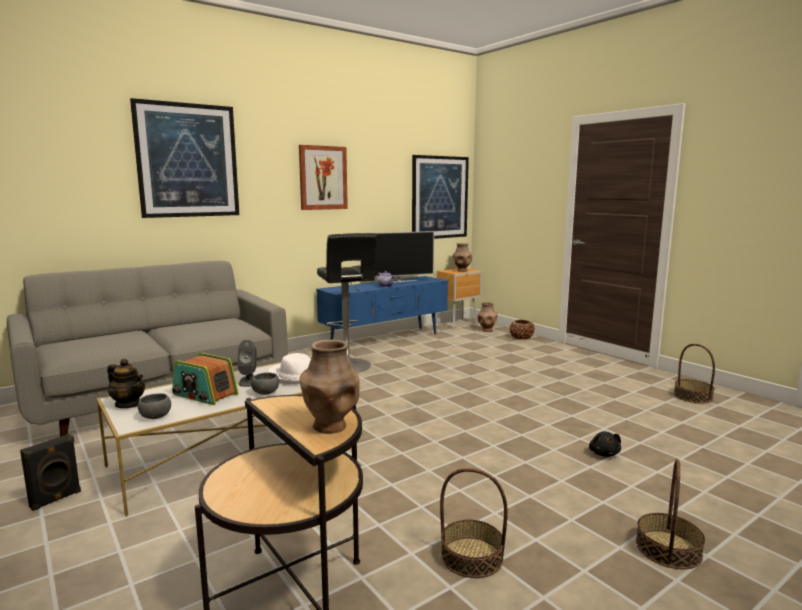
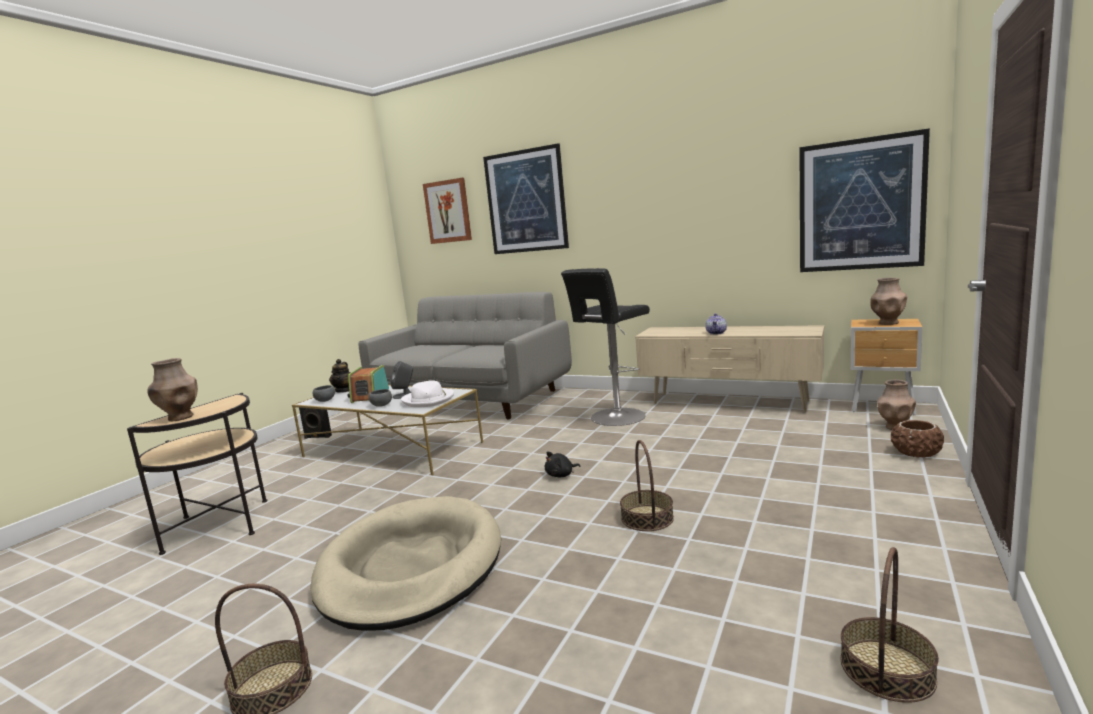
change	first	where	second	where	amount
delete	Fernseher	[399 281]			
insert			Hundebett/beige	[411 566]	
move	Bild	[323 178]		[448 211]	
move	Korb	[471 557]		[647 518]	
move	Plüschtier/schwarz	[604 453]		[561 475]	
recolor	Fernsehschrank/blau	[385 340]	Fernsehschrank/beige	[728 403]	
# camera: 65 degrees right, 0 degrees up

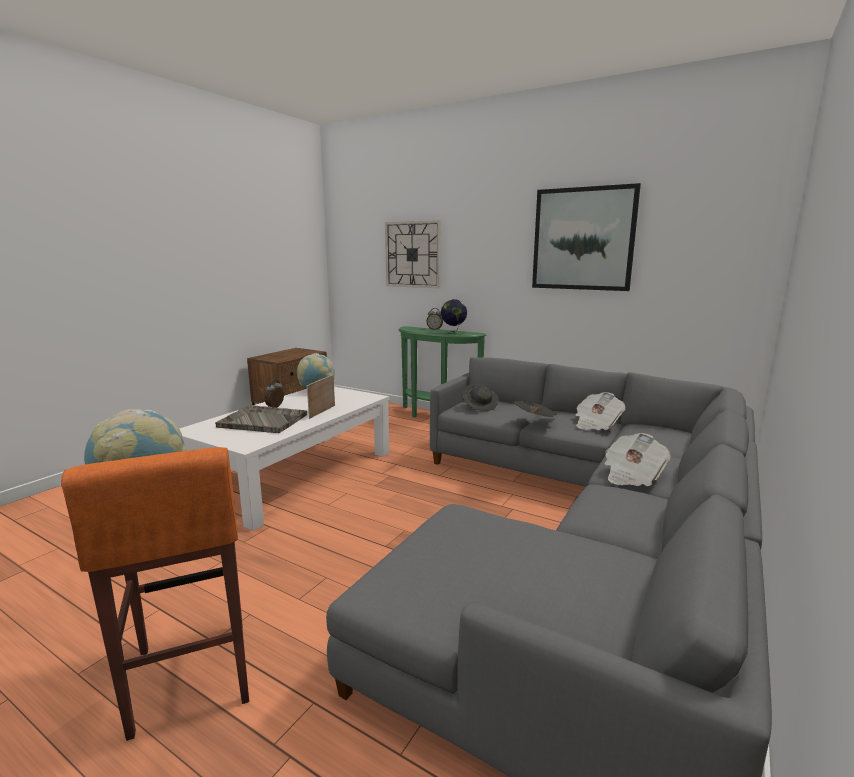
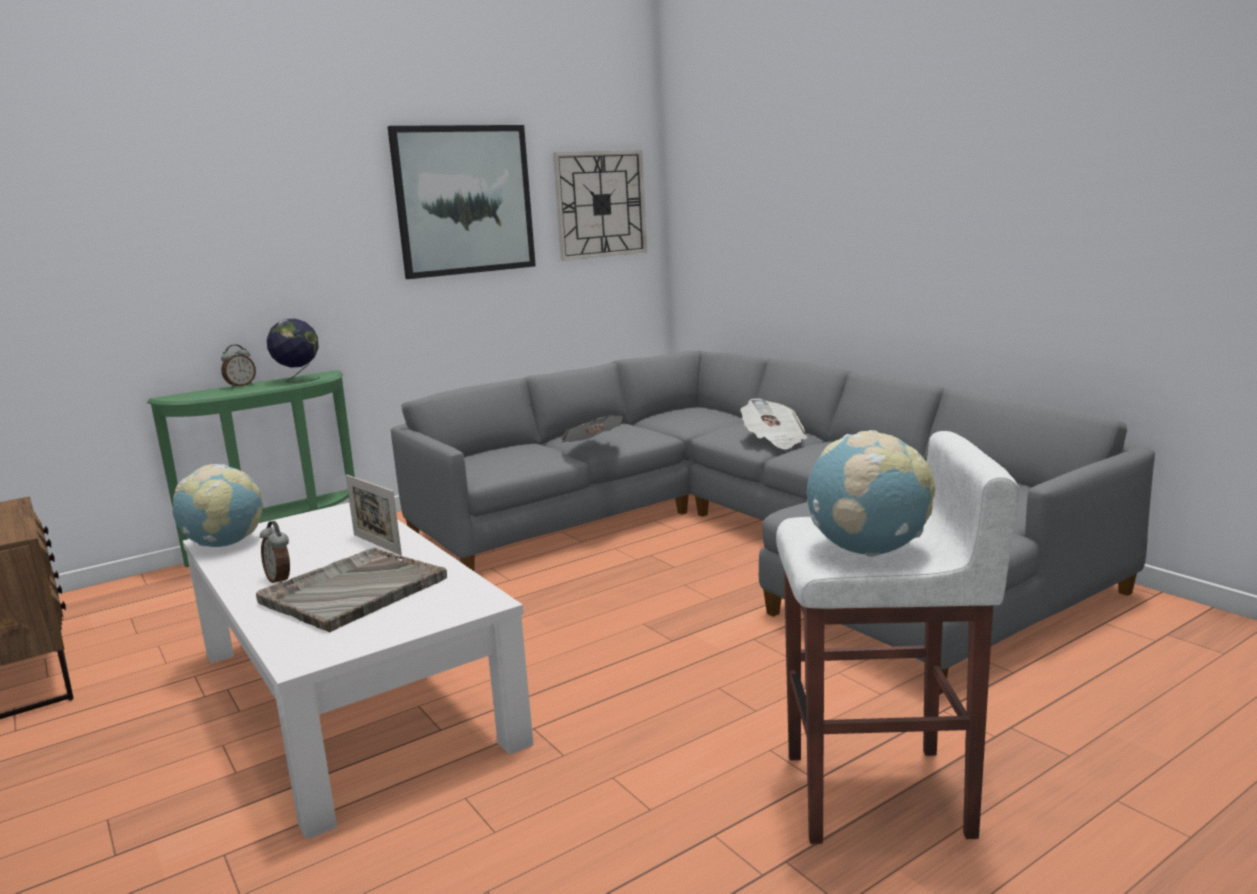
change	first	where	second	where	amount
delete	Hut/grau	[480 406]			
delete	Zeitung	[596 424]			
move	Wanduhr	[412 254]		[600 204]	
recolor	Hocker/orange	[190 677]	Hocker/weiß	[880 795]	
# camera: 65 degrees left, 0 degrees up

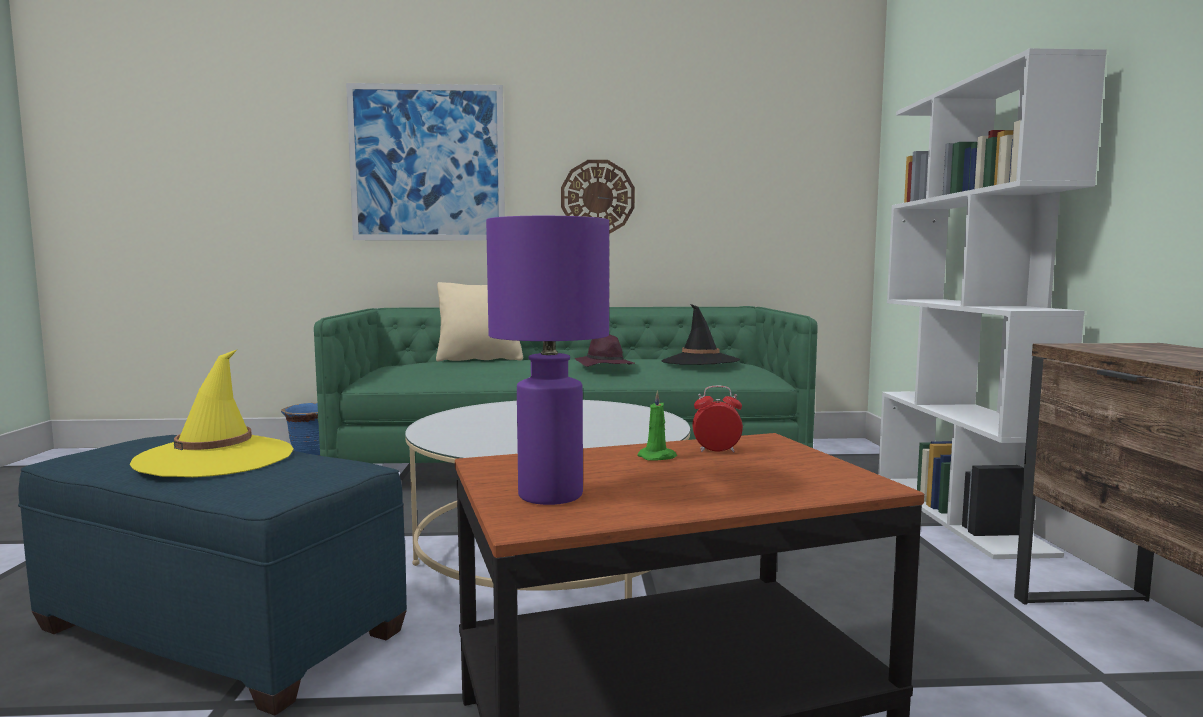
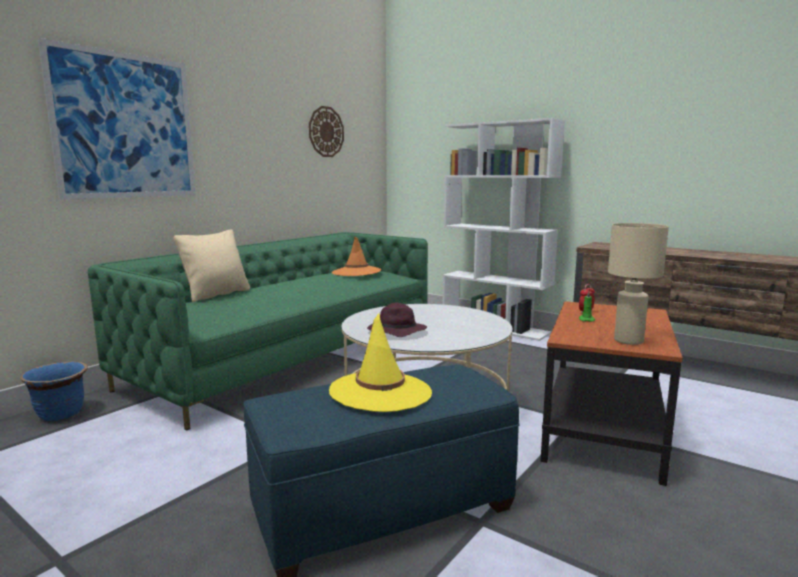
change	first	where	second	where	amount
move	Wanduhr	[597 197]		[326 132]	
move	Hut/lila	[604 366]		[395 332]	
recolor	Tischlampe/lila	[552 496]	Tischlampe/beige	[629 341]	
recolor	Hut/schwarz	[700 362]	Hut/orange	[356 272]	
# camera: 50 degrees left, 5 degrees up

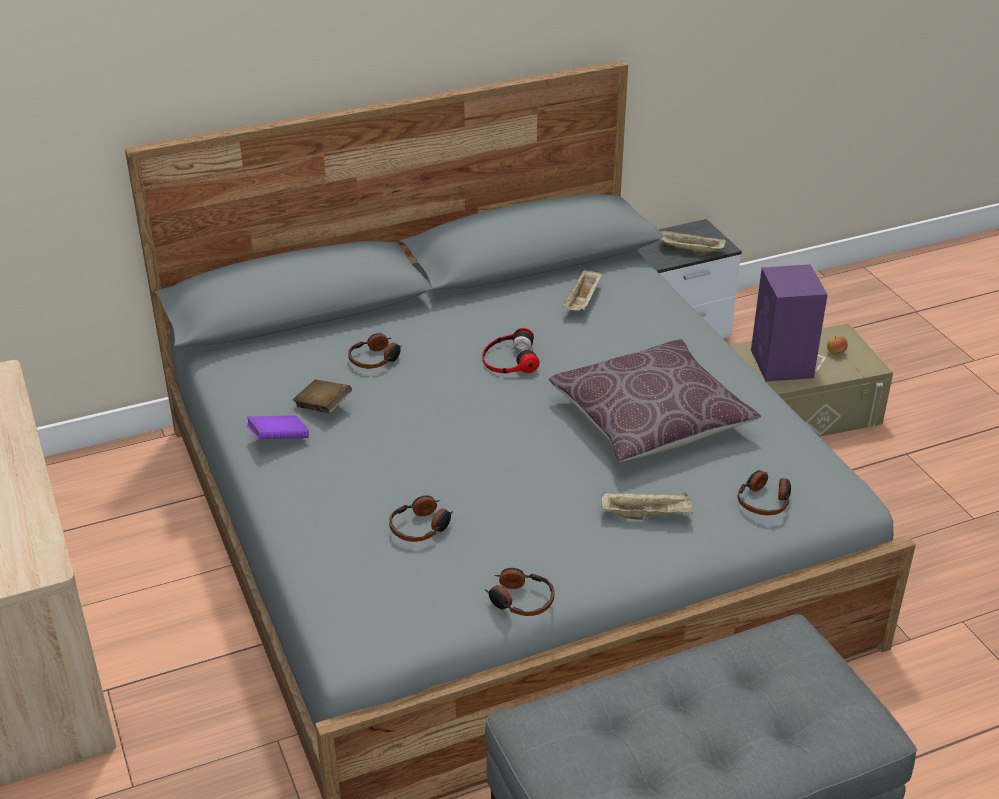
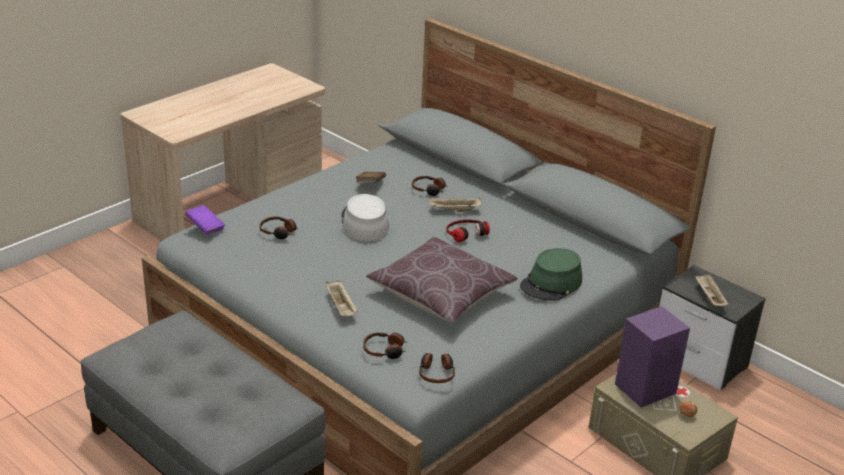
change	first	where	second	where	amount
insert			Hut/grau	[364 223]	
insert			Hut/grün	[551 284]	
move	Buch/lila	[279 439]		[205 228]	
move	Kopfhörer	[520 600]		[436 373]	
move	Tablett/beige	[582 302]		[454 210]	
# camera: 65 degrees right, 5 degrees down

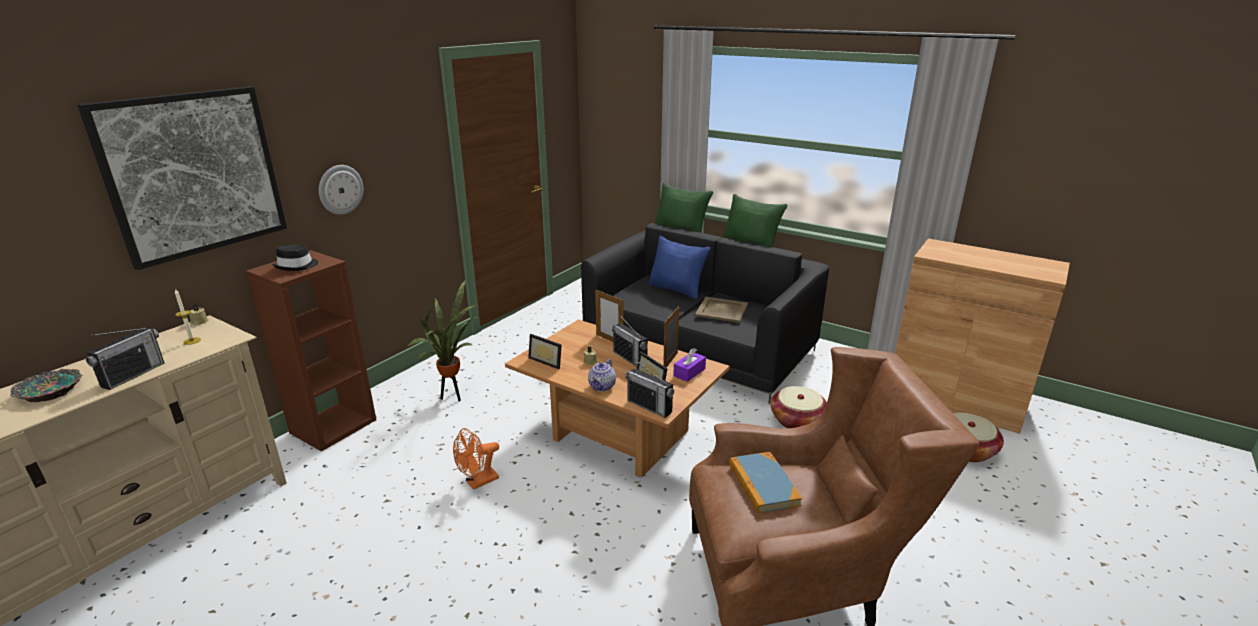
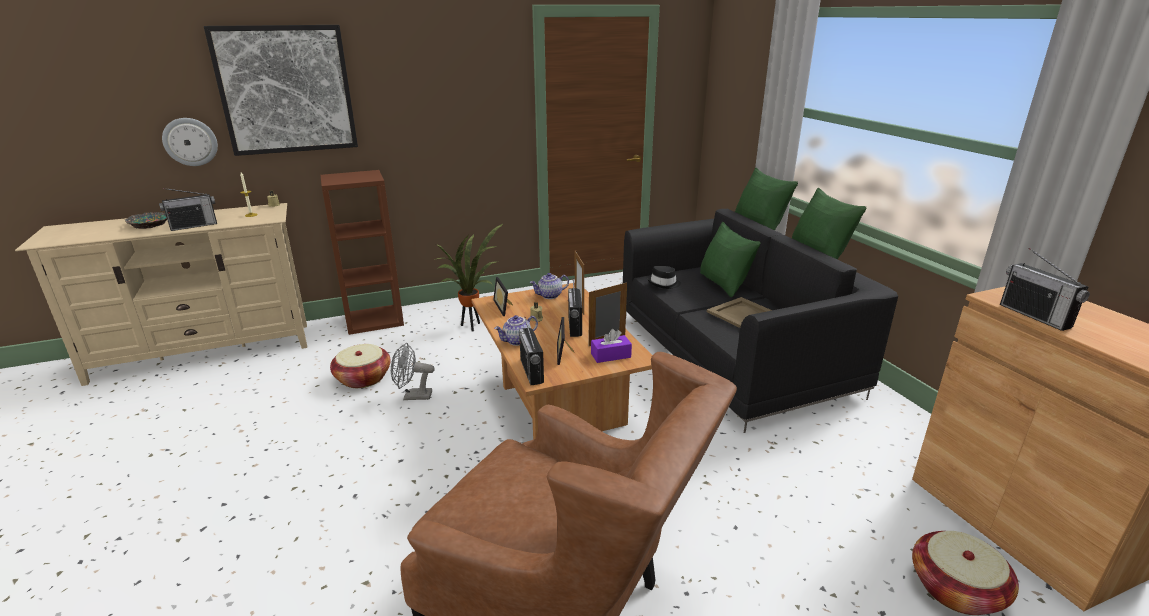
change	first	where	second	where	amount
delete	Buch	[763 484]			
insert			Teekanne	[549 296]	
insert			Radio	[1035 316]	
move	Hut/schwarz	[297 266]		[664 284]	
move	Wanduhr	[340 189]		[190 142]	
move	Korb	[797 421]		[363 378]	
recolor	Ventilator/orange	[478 482]	Ventilator/grau	[413 396]	
recolor	Kissen/blau	[677 289]	Kissen/grün	[724 284]	
# camera: 35 degrees right, 0 degrees up

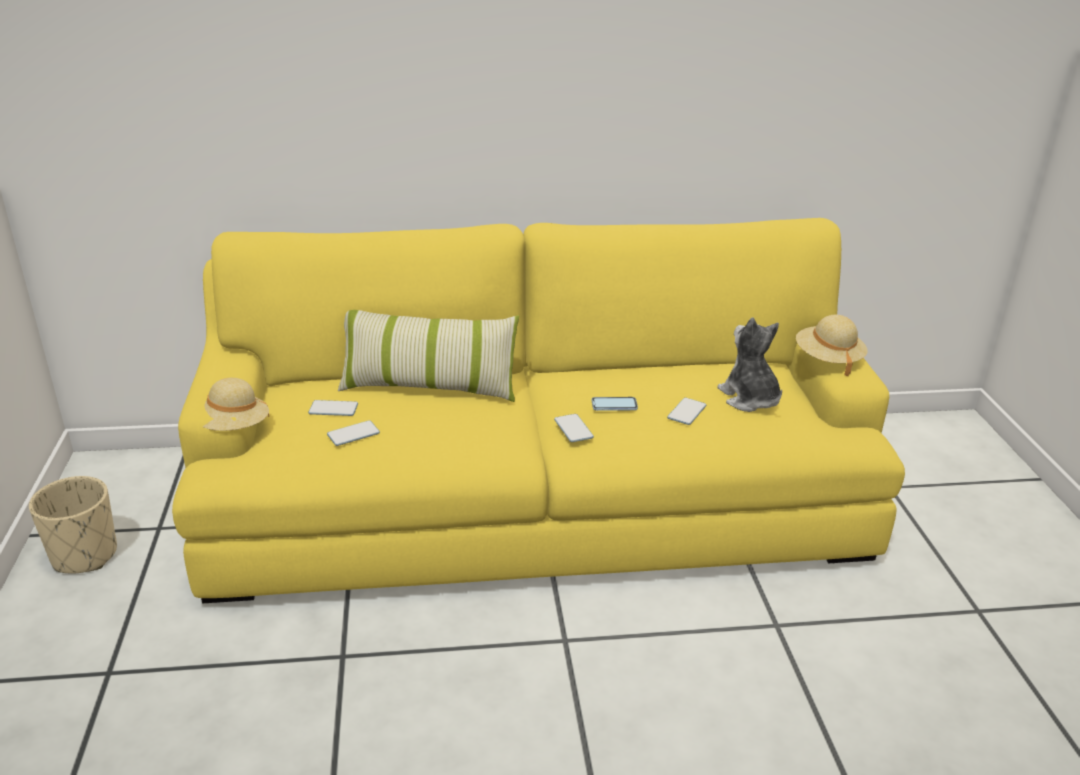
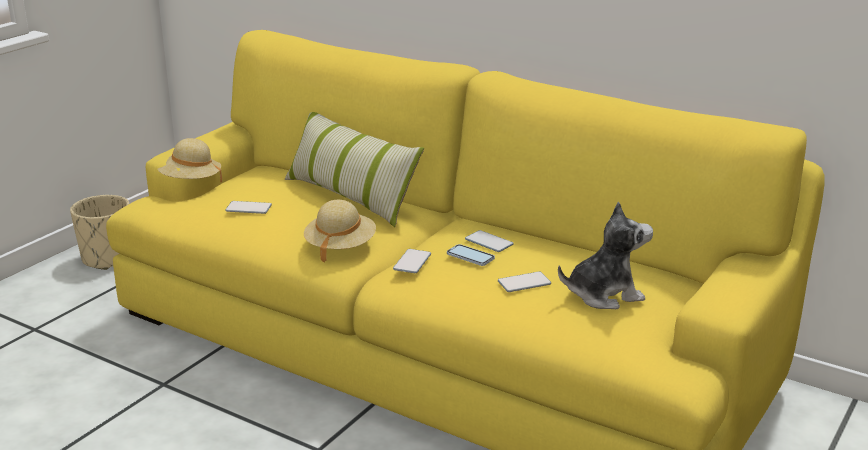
change	first	where	second	where	amount
move	Handy	[333 409]		[489 242]	
move	Hut/beige	[828 359]		[340 247]	
rotate	Plüschtier	[749 399]		[604 295]	60 degrees clockwise
# camera: 40 degrees right, 5 degrees down

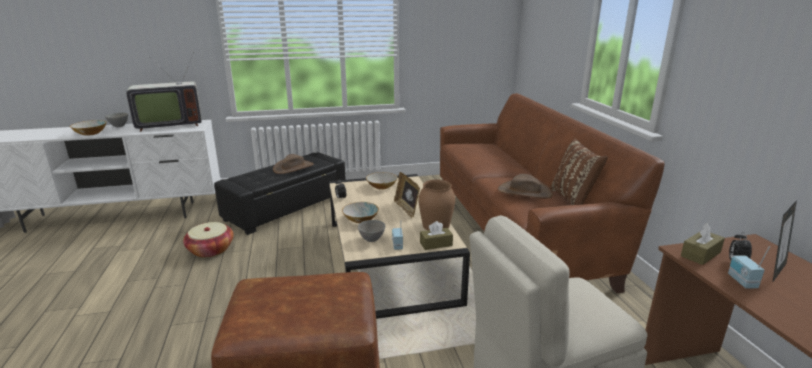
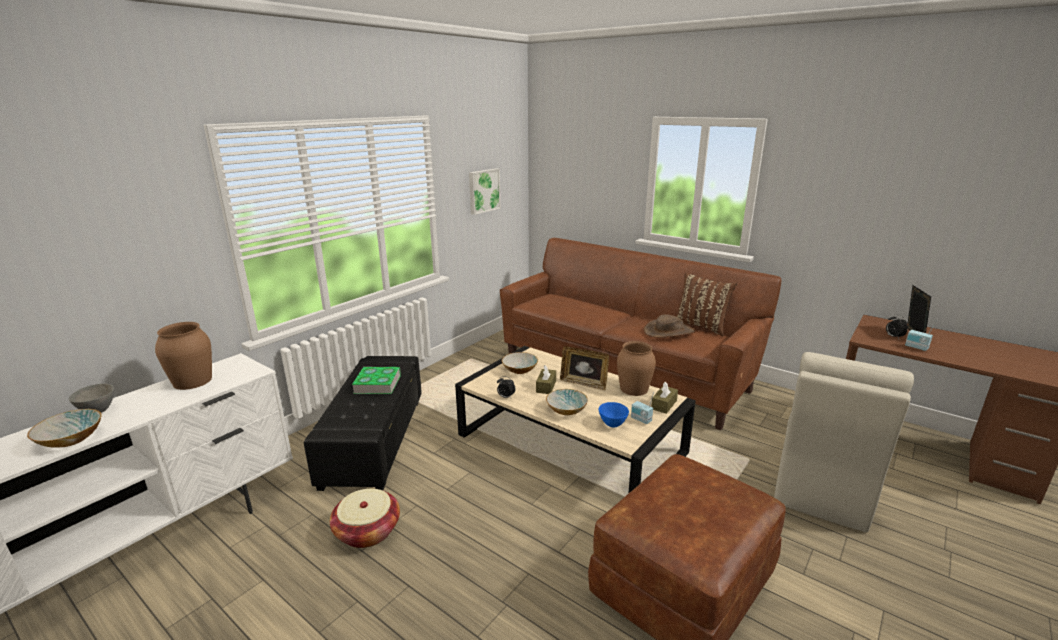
change	first	where	second	where	amount
insert			Bild	[483 191]	
move	Taschentuchbox/braun	[700 254]		[546 386]	
replace	Fernseher	[169 125]	Vase/braun	[192 381]	
replace	Hut/braun	[293 167]	Buch	[377 384]	
recolor	Schüssel/grau	[372 240]	Schüssel/blau	[613 424]	
# camera: 40 degrees left, 0 degrees up

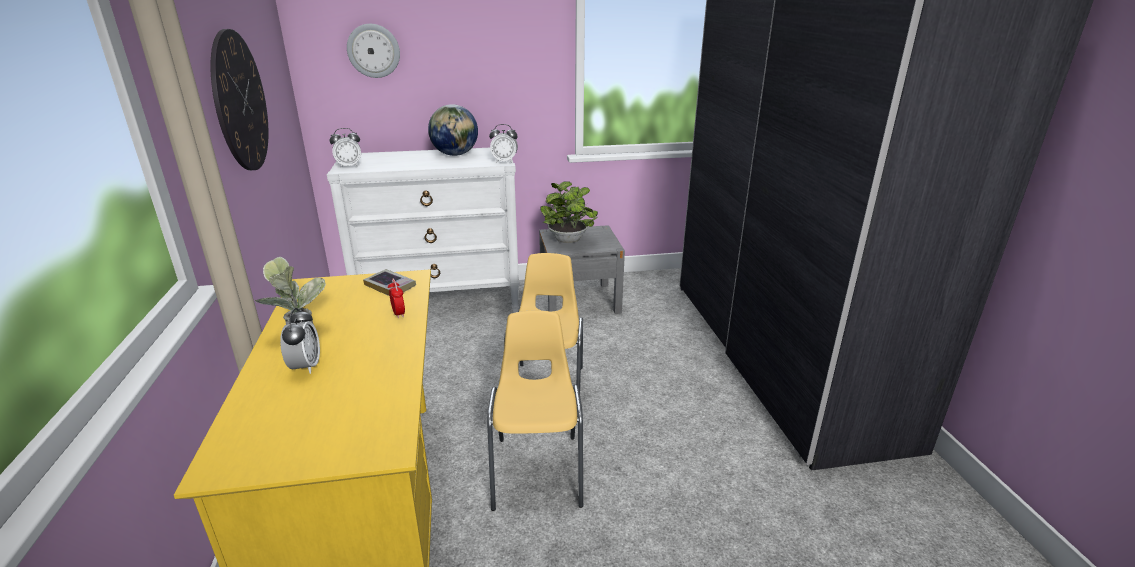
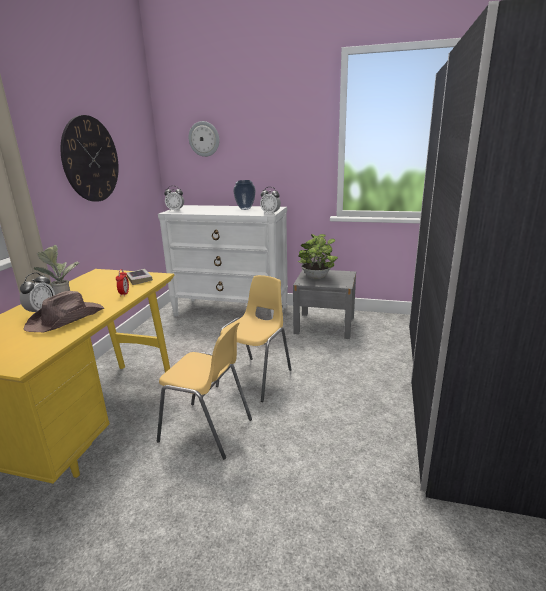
change	first	where	second	where	amount
insert			Hut/braun	[67 319]	
replace	Globus	[455 154]	Vase	[245 208]	
rotate	Stuhl/gelb	[538 470]		[207 430]	90 degrees clockwise
# camera: 25 degrees right, 5 degrees down

